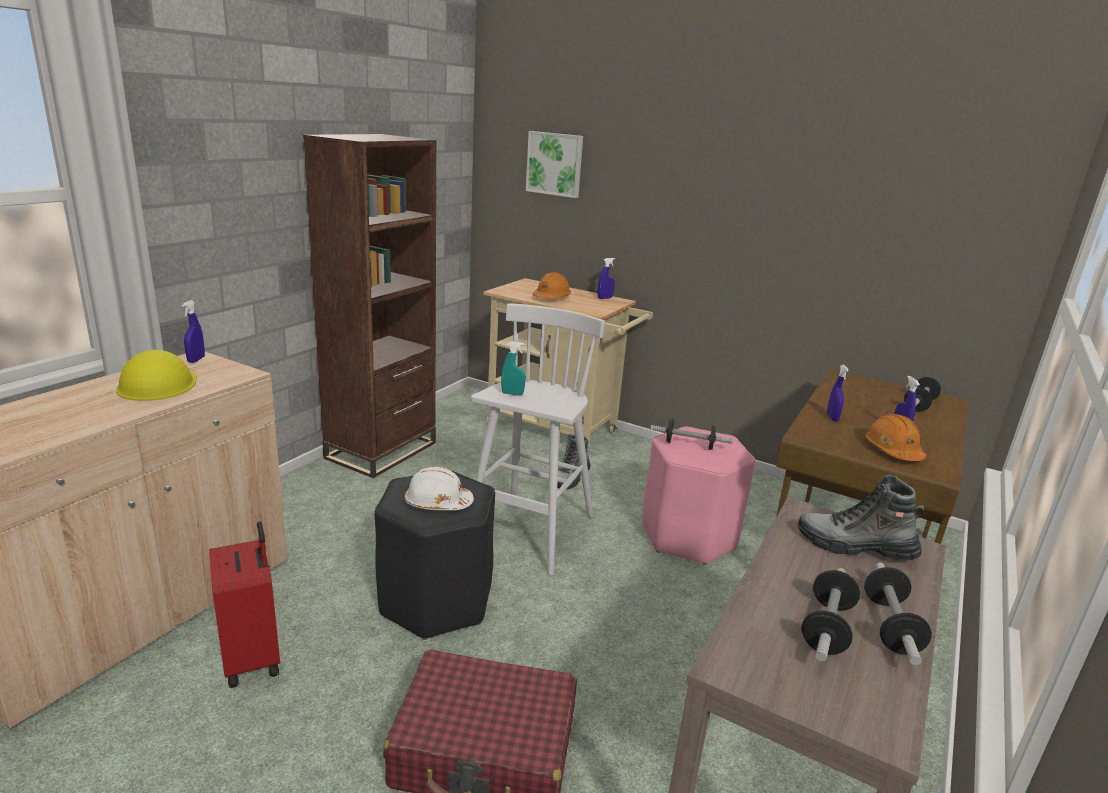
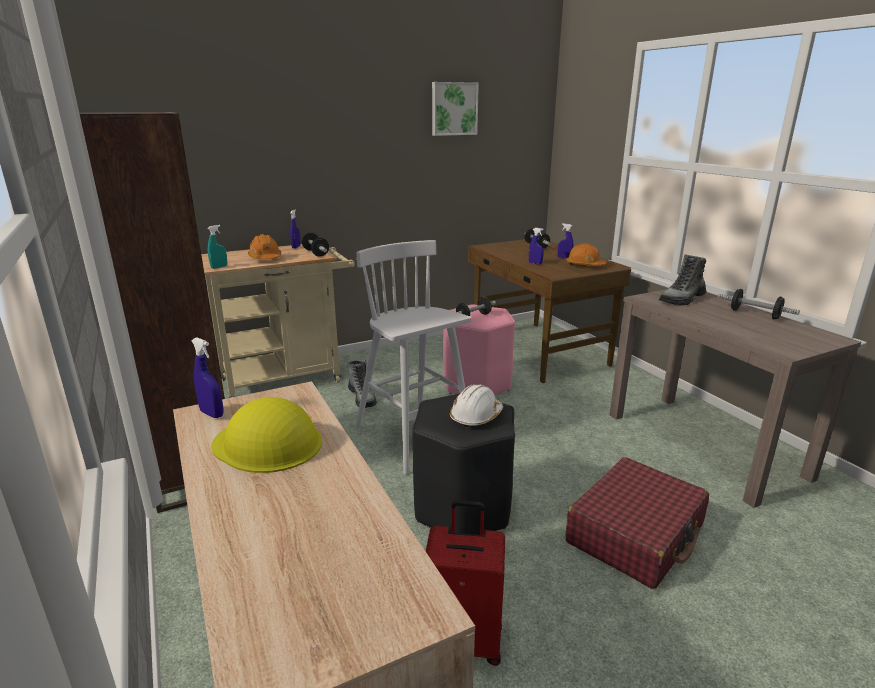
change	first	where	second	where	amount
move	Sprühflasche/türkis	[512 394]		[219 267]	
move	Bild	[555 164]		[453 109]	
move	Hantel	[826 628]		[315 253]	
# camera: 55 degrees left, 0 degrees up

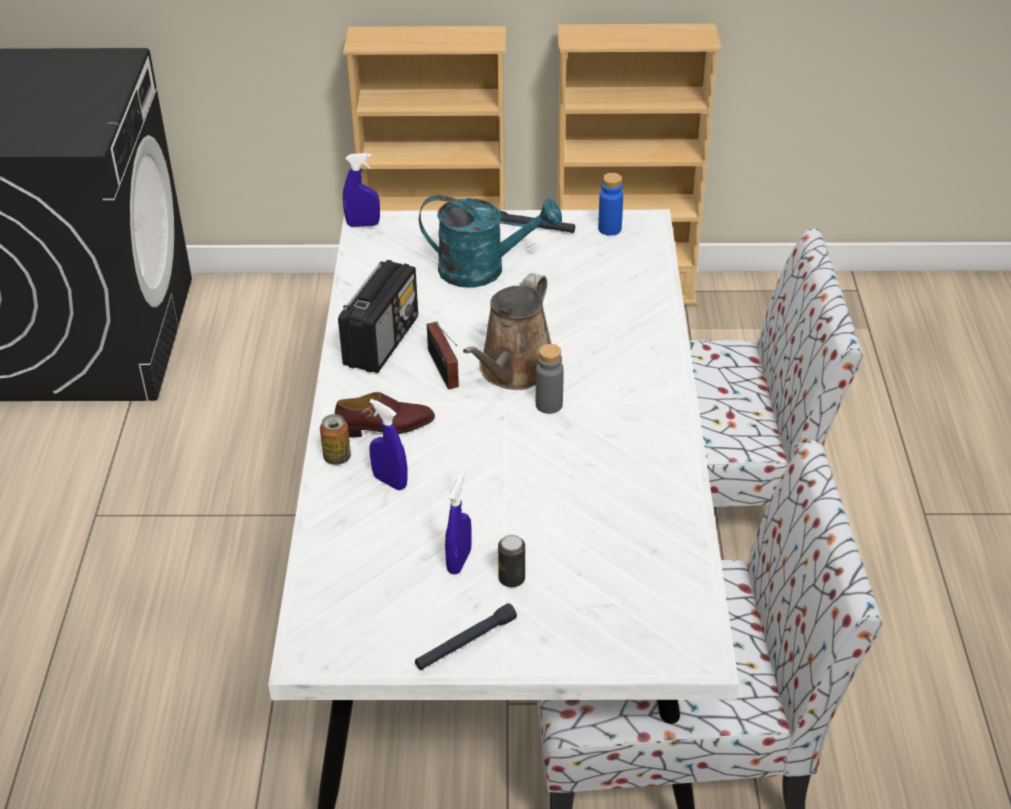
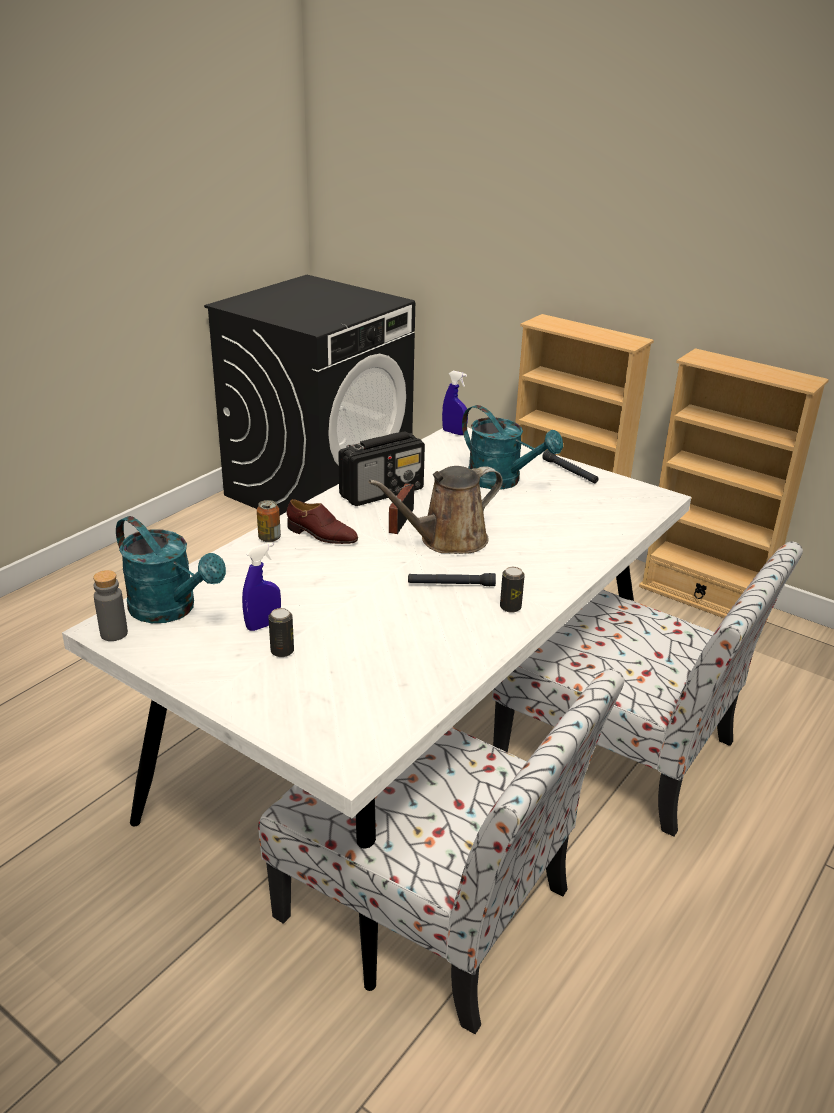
change	first	where	second	where	amount
delete	Sprühflasche/blau	[390 481]			
delete	Flasche/blau	[609 229]			
insert			Gießkanne/türkis	[171 610]	
insert			Dose	[510 607]	
move	Taschenlampe/schwarz	[465 643]		[451 584]	
move	Flasche/grau	[549 405]		[114 633]	
# camera: 35 degrees right, 10 degrees down

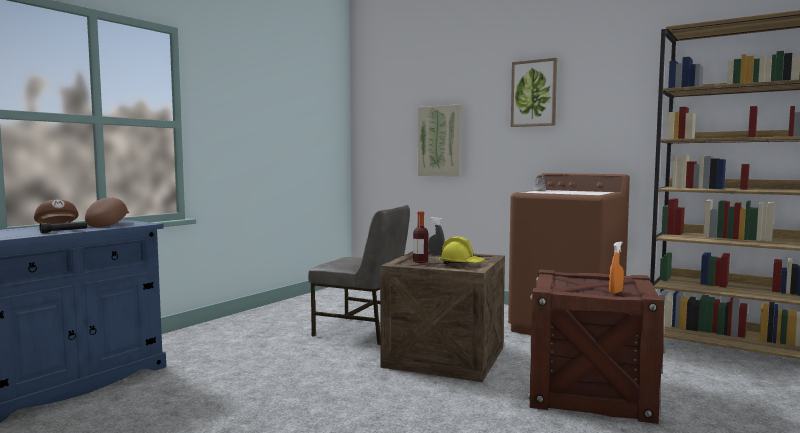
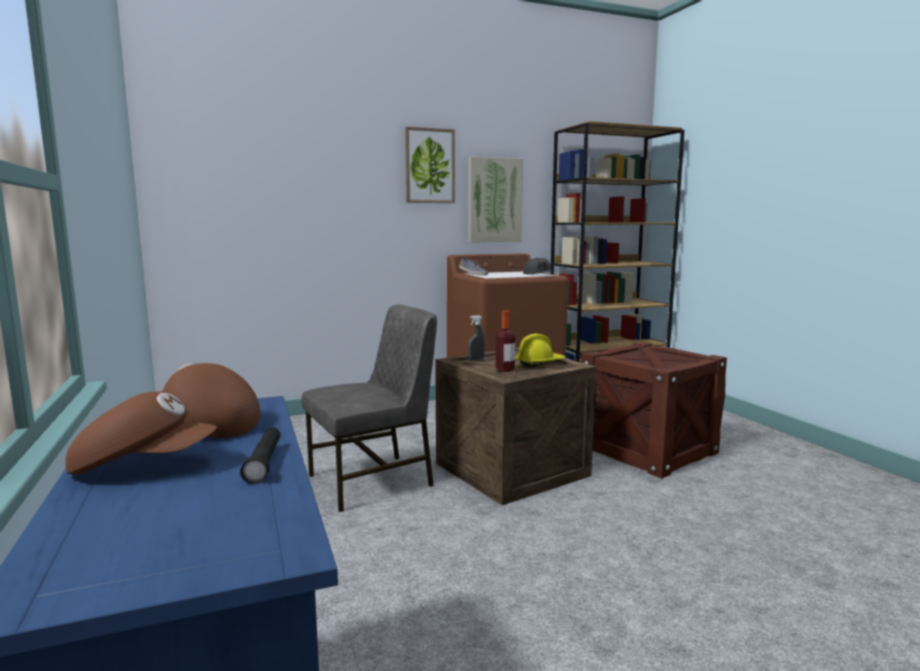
change	first	where	second	where	amount
delete	Sprühflasche/orange	[615 292]			
insert			Kappe/grau	[540 274]	
move	Bild	[440 141]		[494 200]	
# camera: 55 degrees left, 5 degrees up

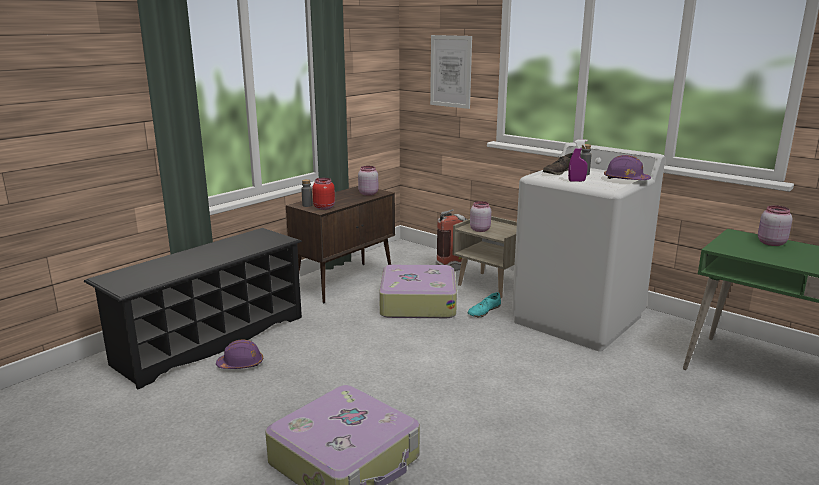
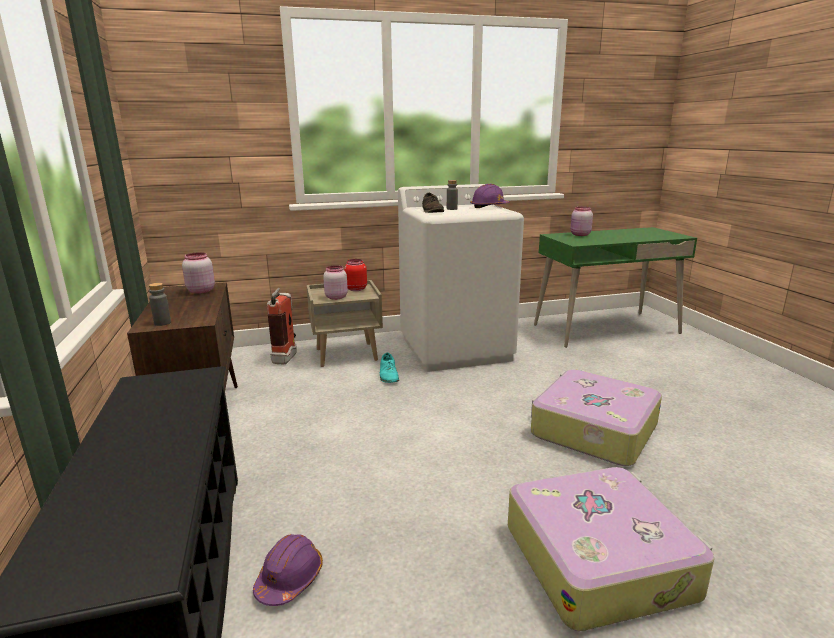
change	first	where	second	where	amount
delete	Bild	[450 71]			
delete	Sprühflasche/lila	[576 181]			
move	Vorratsglas/rot	[324 207]		[356 289]	
move	Koffer	[417 302]		[592 430]	
# camera: 55 degrees left, 0 degrees up

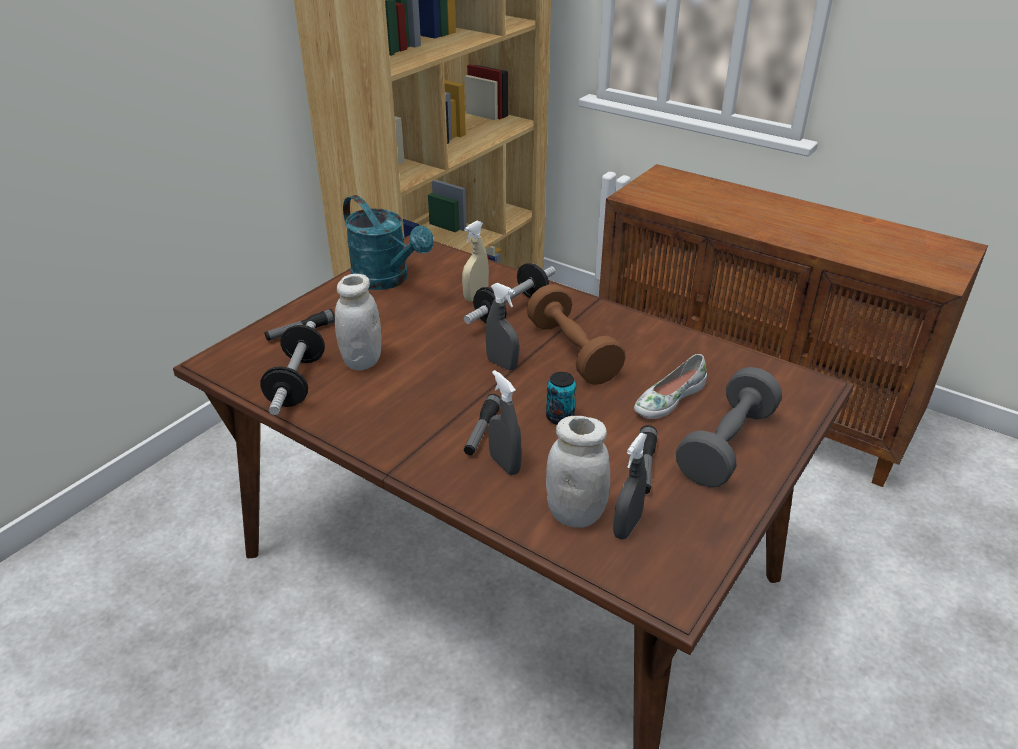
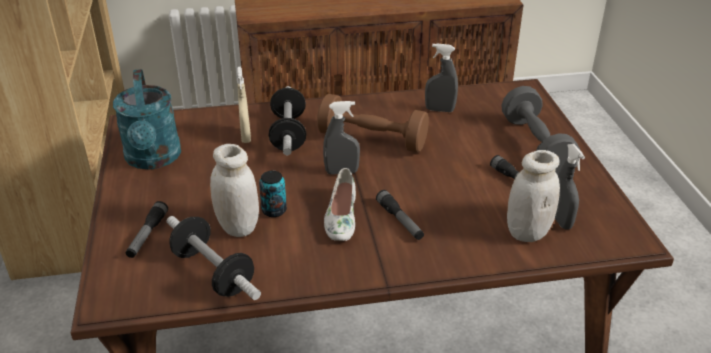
change	first	where	second	where	amount
move	Sprühflasche/grau	[504 464]		[439 110]	
move	Dose	[560 417]		[274 210]	
move	Schuh/weiß	[668 399]		[340 217]	
rotate	Gießkanne/türkis	[387 280]		[153 159]	75 degrees clockwise
# camera: 45 degrees left, 0 degrees up

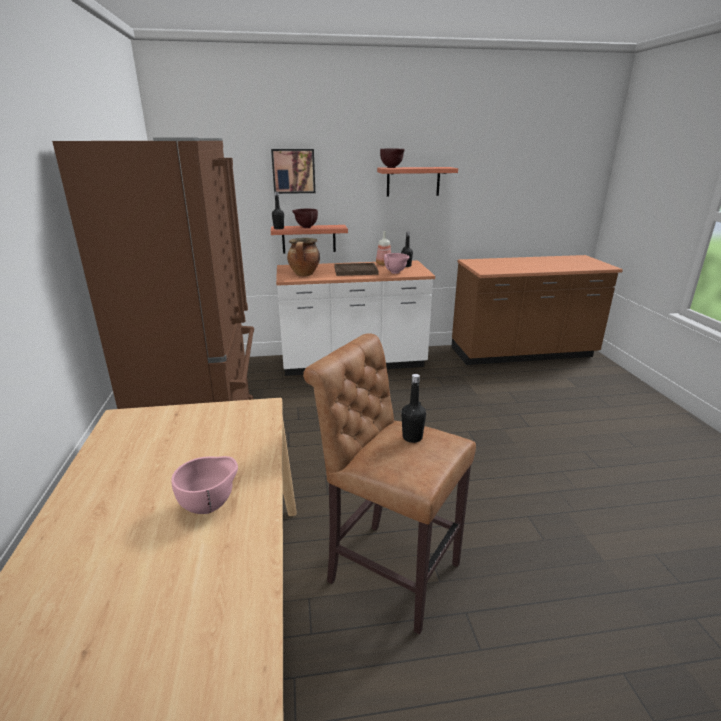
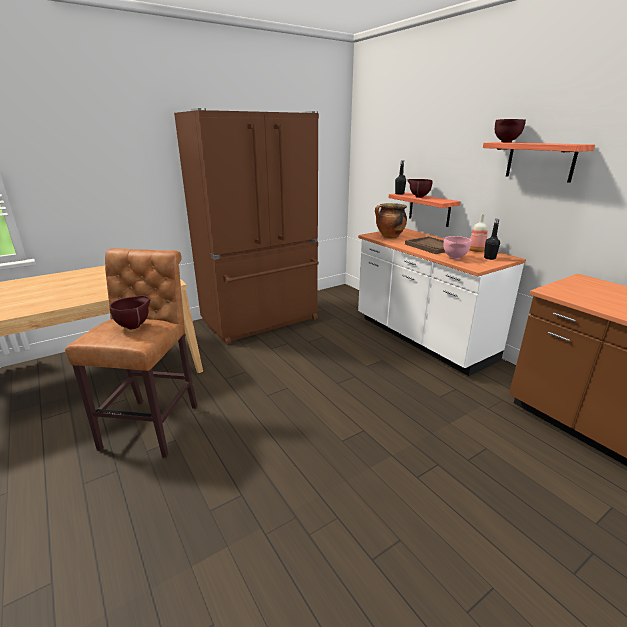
change	first	where	second	where	amount
delete	Schüssel/rosa	[210 506]			
delete	Bild	[293 171]			
replace	Flasche/schwarz	[412 437]	Schüssel/braun	[135 326]	
# camera: 65 degrees right, 0 degrees up

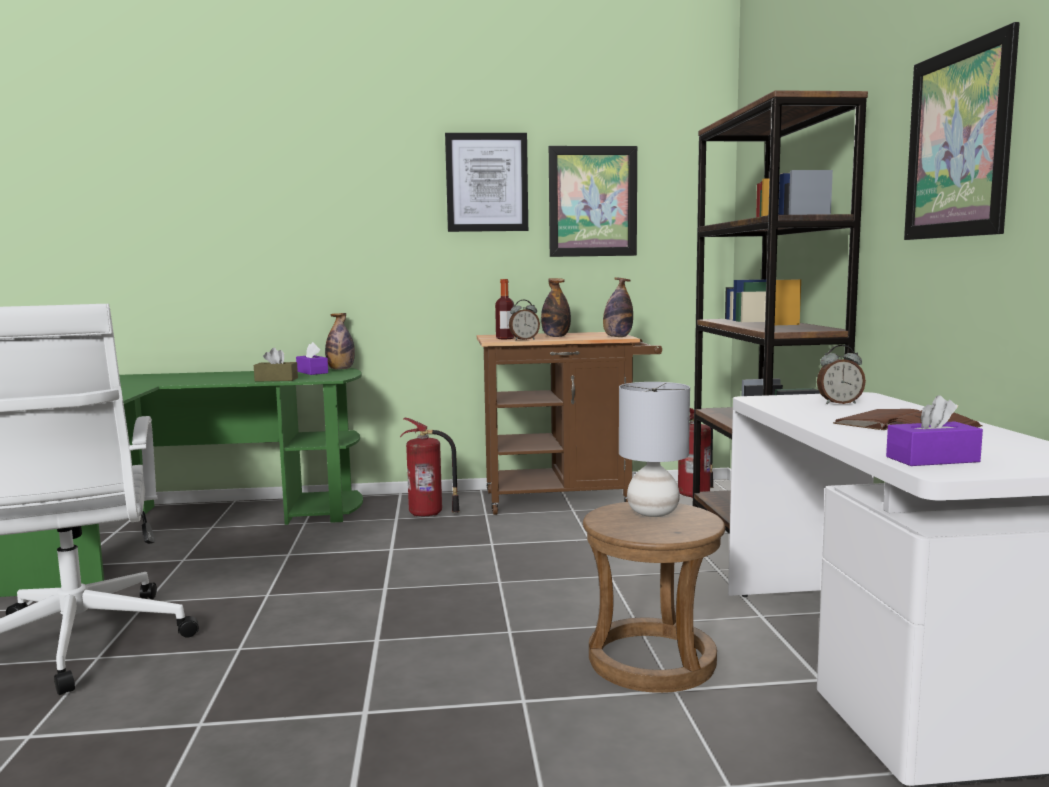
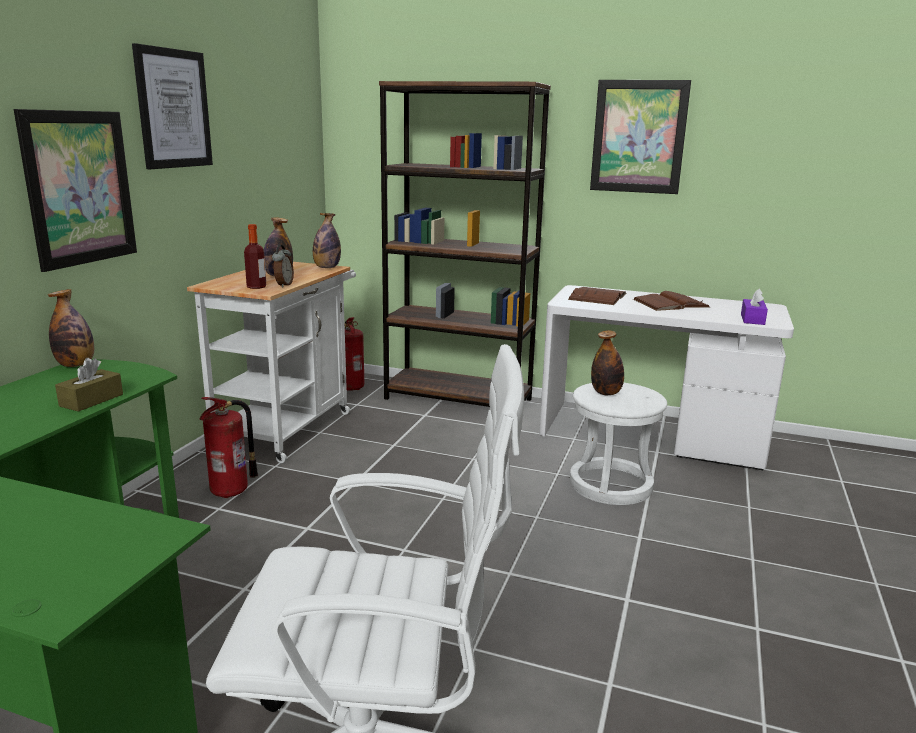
change	first	where	second	where	amount
delete	Taschentuchbox/lila	[312 372]			
move	Bild	[592 201]		[80 188]	
replace	Tischlampe/grau	[653 513]	Flasche	[606 393]	
replace	Wecker	[839 403]	Buch/braun	[597 296]	
recolor	Rollwagen/braun	[567 499]	Rollwagen/weiß	[289 426]	
recolor	Hocker/braun	[651 660]	Hocker/weiß	[610 485]	
# camera: 65 degrees left, 10 degrees up

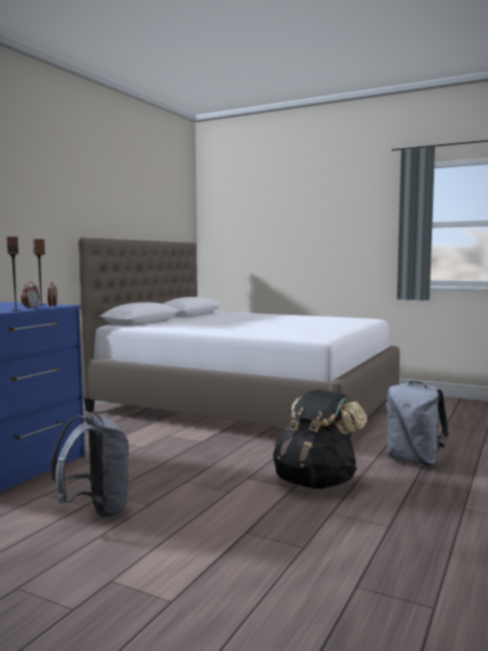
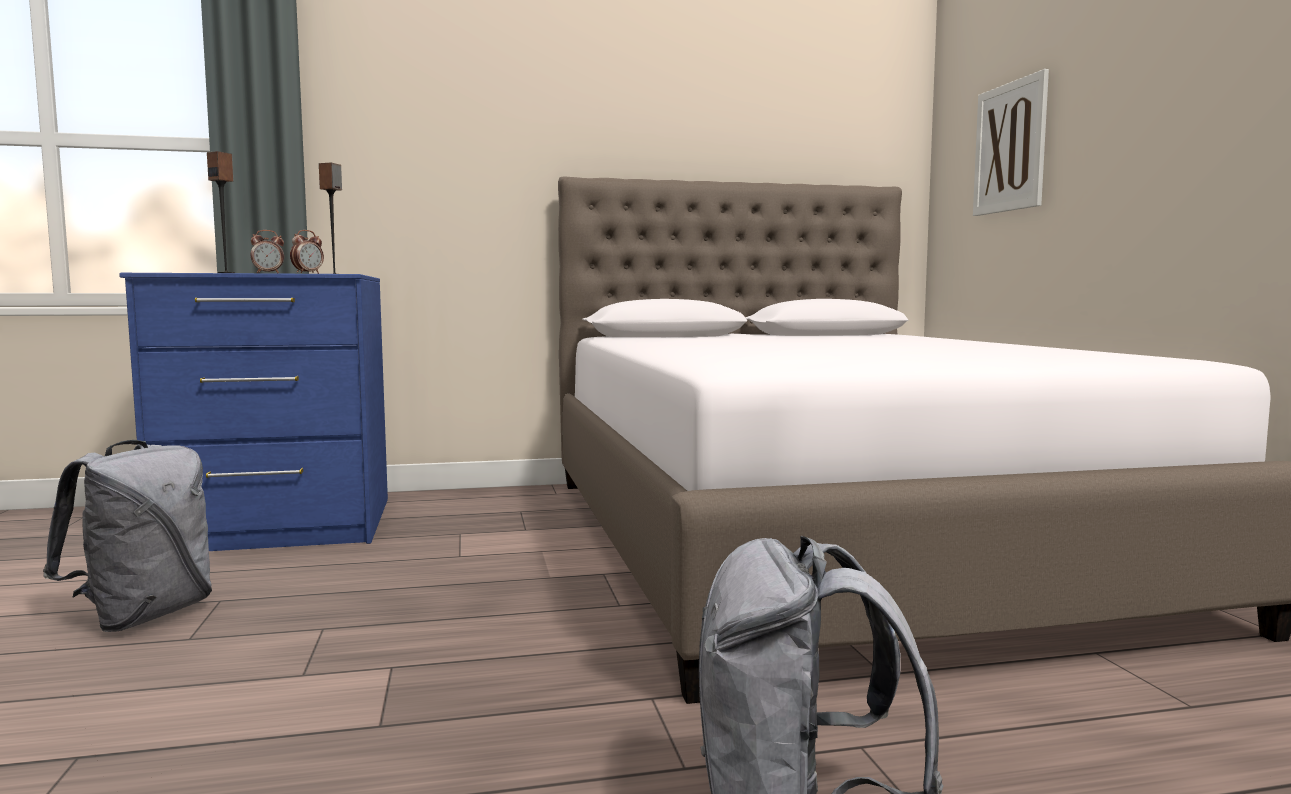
change	first	where	second	where	amount
delete	Rucksack/schwarz	[316 482]			
insert			Bild	[1010 147]	
# camera: 50 degrees right, 0 degrees up

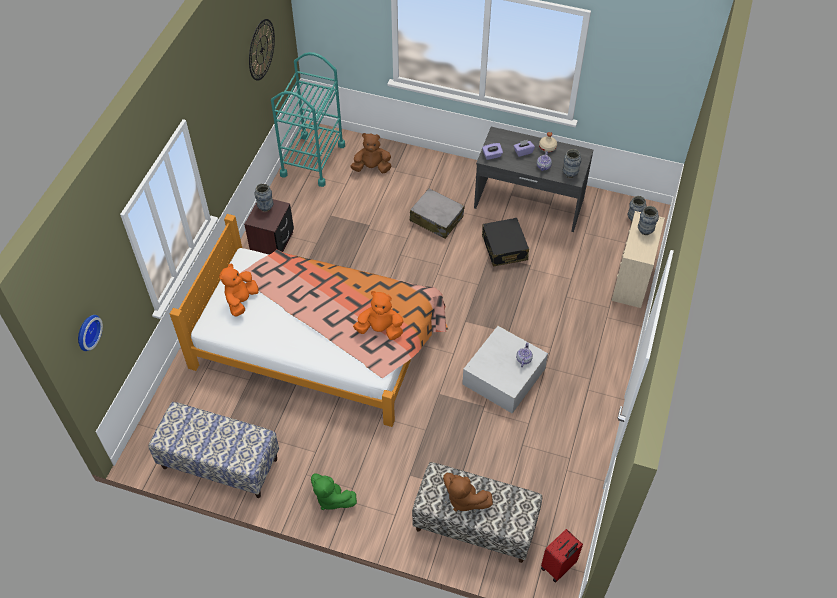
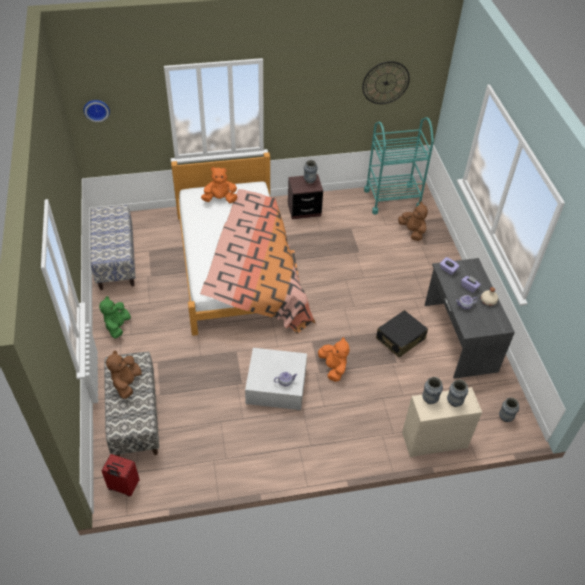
change	first	where	second	where	amount
delete	Koffer/grau	[436 219]			
move	Plüschtier/orange	[380 330]		[333 368]	
move	Vase	[570 174]		[429 399]	
# camera: 60 degrees right, 5 degrees down

